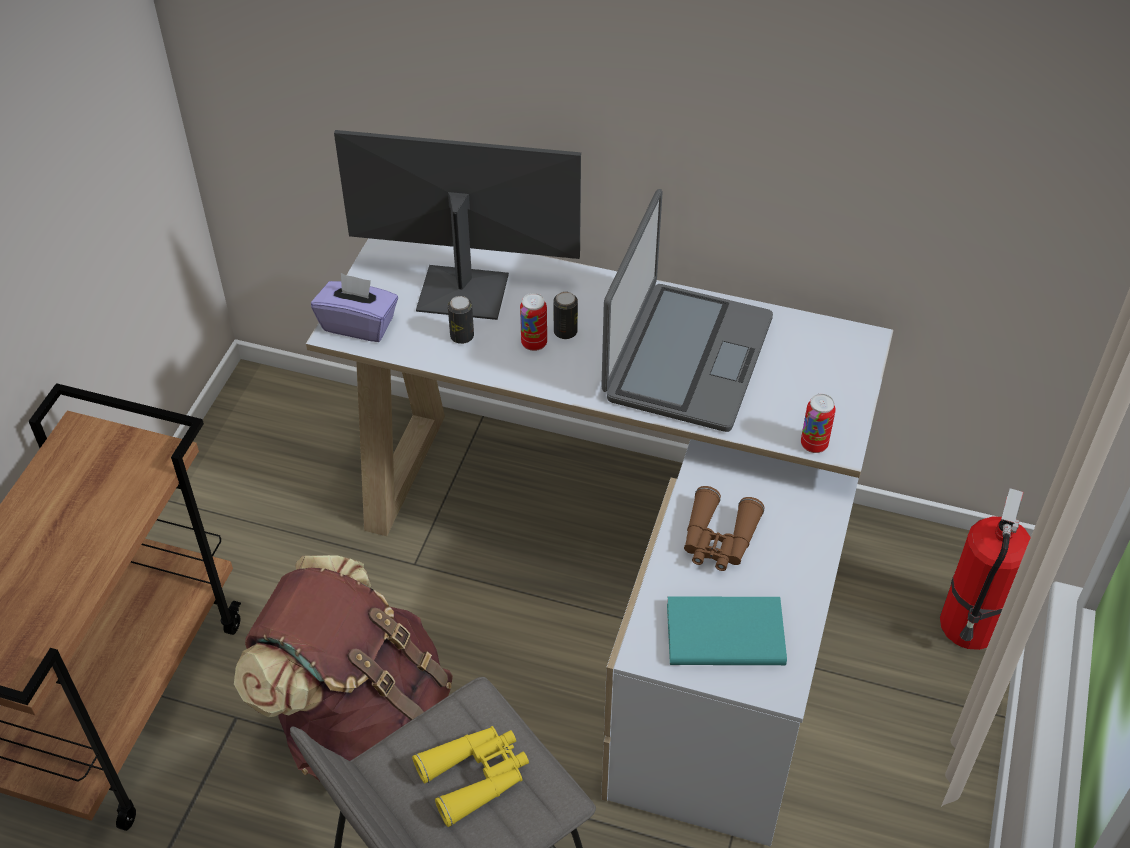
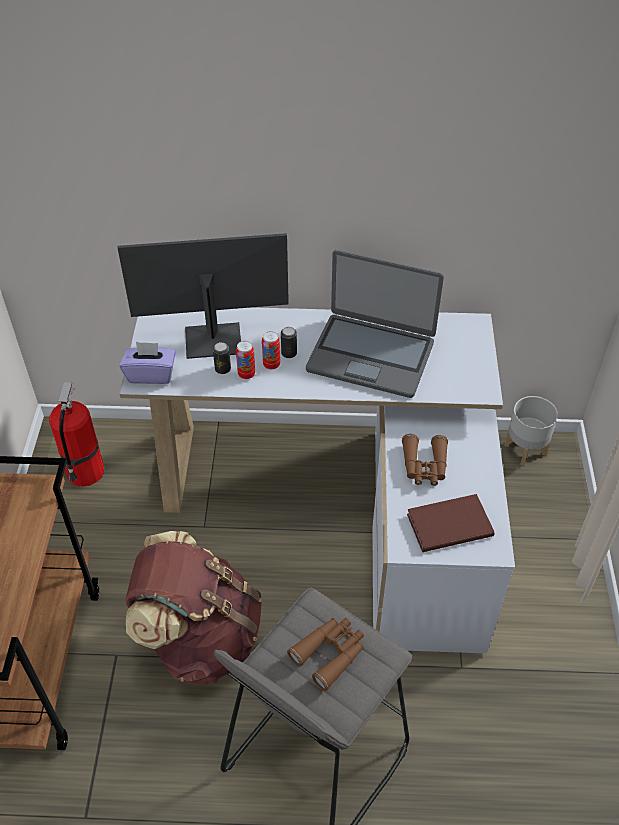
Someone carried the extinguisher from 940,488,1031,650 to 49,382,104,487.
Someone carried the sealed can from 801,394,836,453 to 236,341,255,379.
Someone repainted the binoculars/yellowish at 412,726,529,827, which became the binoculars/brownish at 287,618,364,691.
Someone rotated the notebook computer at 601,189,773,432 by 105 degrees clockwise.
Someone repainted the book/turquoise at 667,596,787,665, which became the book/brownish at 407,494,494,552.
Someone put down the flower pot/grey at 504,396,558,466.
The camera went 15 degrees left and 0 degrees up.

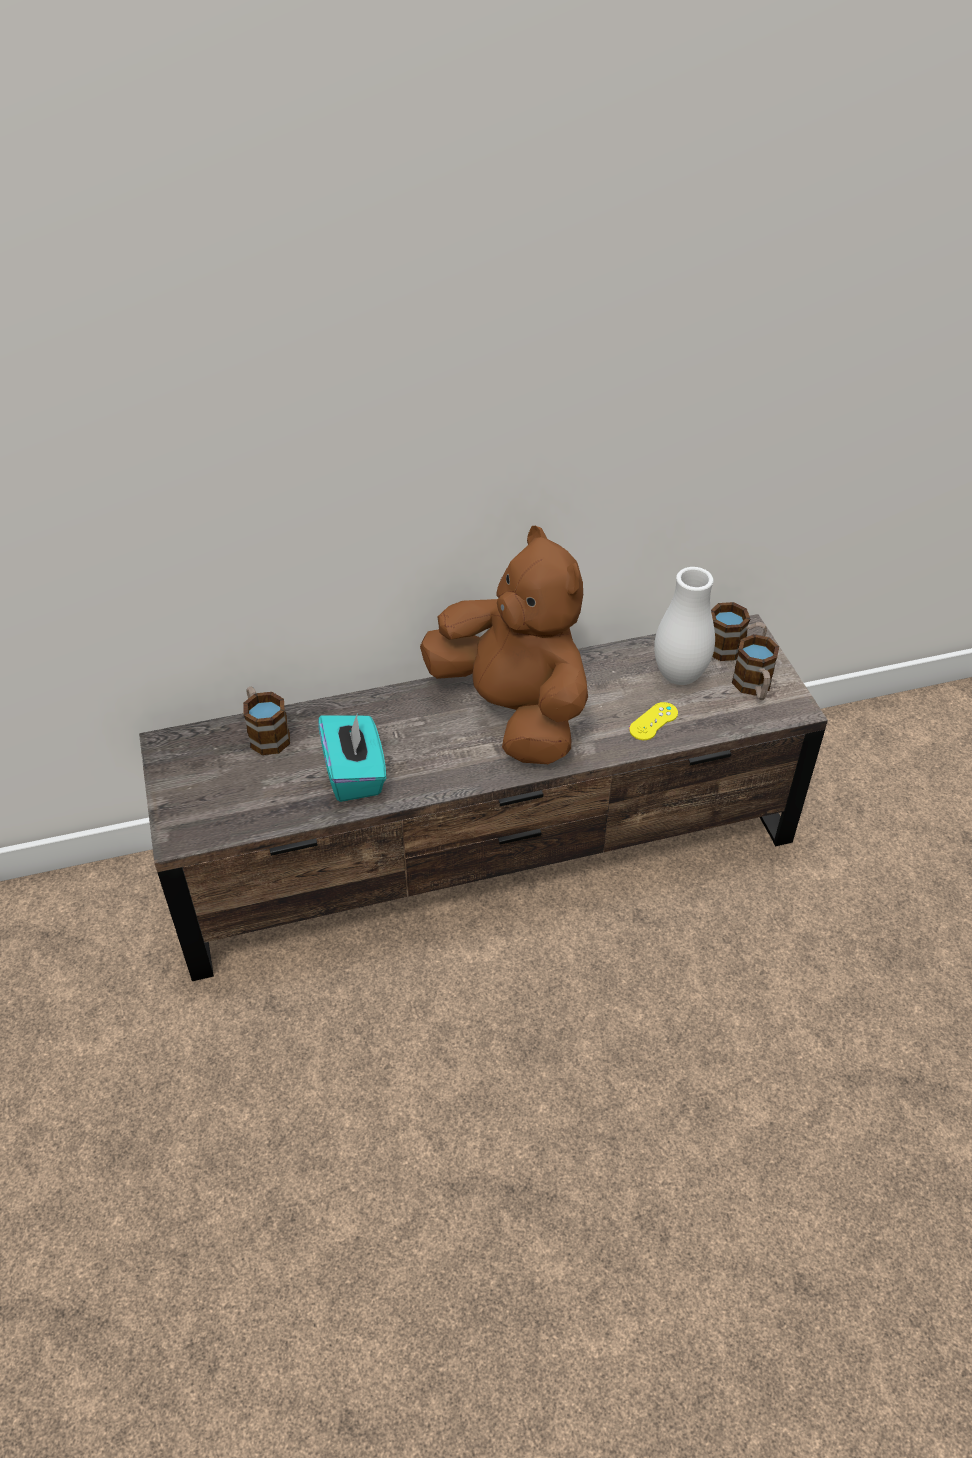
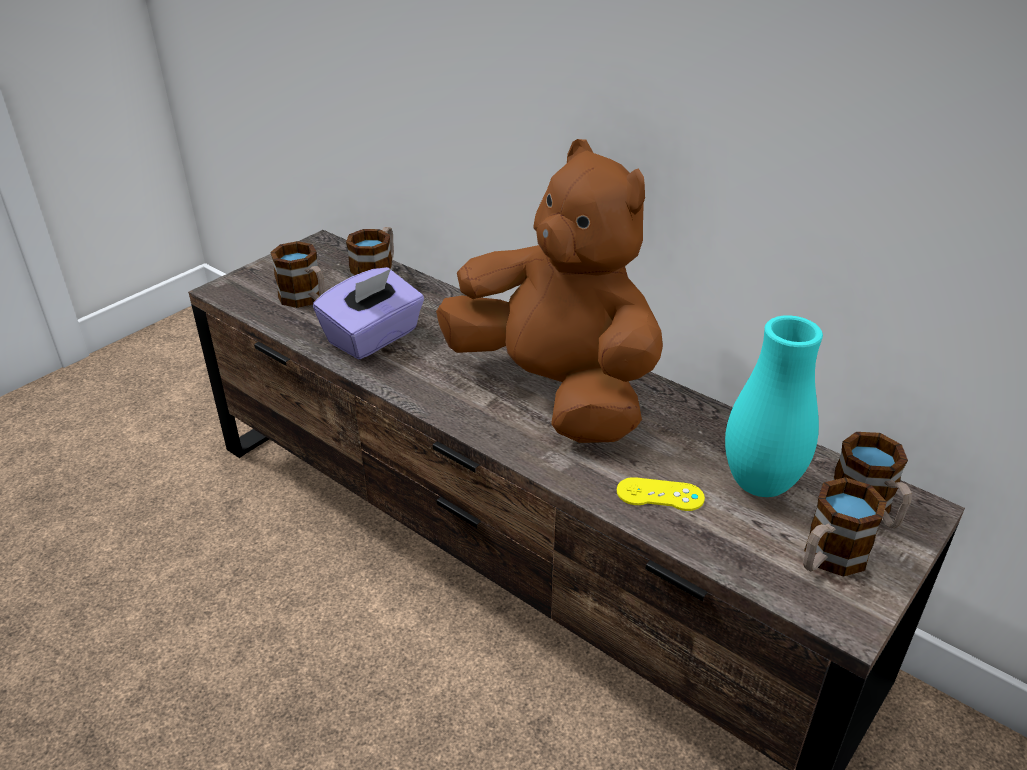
Someone put down the coffee mug at 270,241,325,308.
Someone repainted the box of tissues/turquoise at 318,712,386,802, which became the box of tissues/purplish at 313,267,424,360.
Someone rotated the soft toy/brownish at 420,526,588,764 by 60 degrees counterclockwise.
Someone repainted the flower vase/white-coloured at 654,567,715,685, which became the flower vase/turquoise at 725,315,823,497.
The camera went 55 degrees right and 10 degrees down.

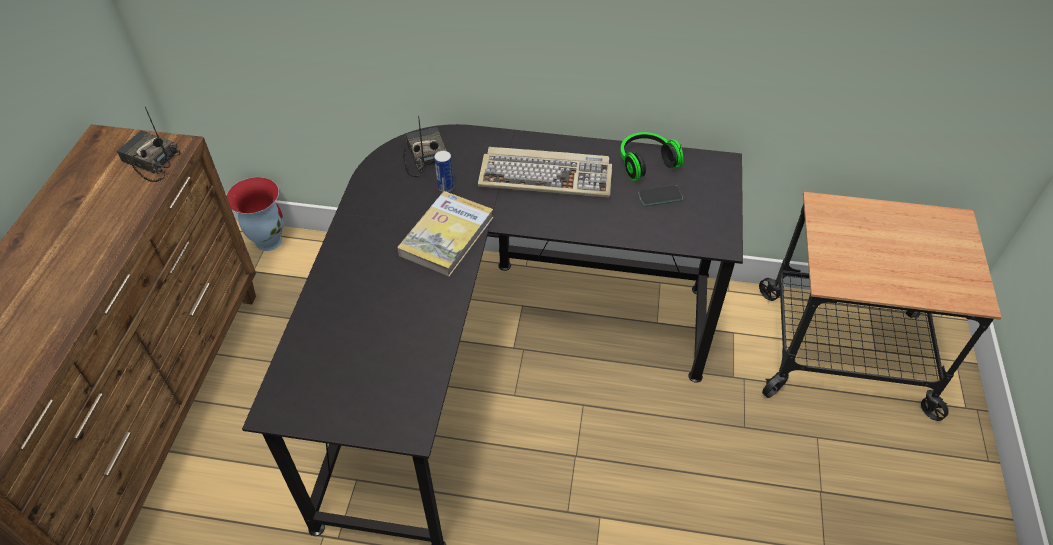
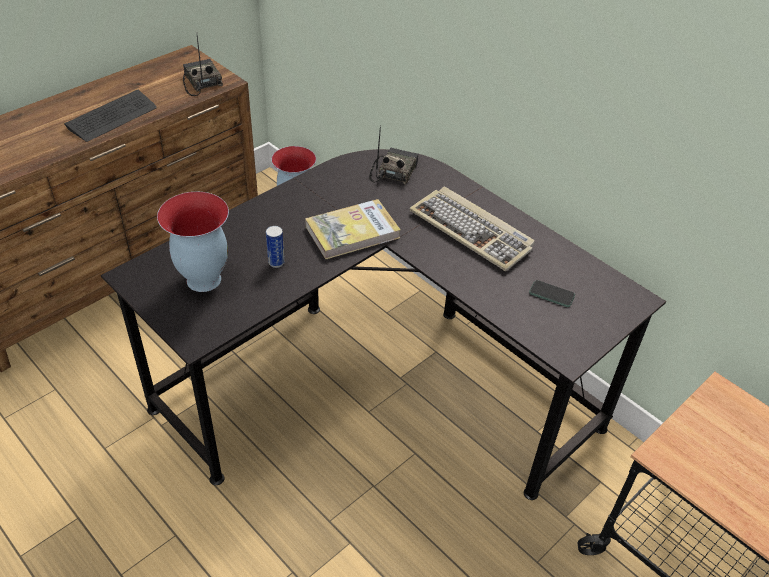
Someone put down the PC keyboard at 64,90,157,142.
Someone put down the flower vase at 157,192,229,292.
Someone carried the sealed can from 434,150,454,192 to 266,226,284,268.
Someone took away the headset at 620,132,684,181.
The camera went 35 degrees right and 5 degrees down.

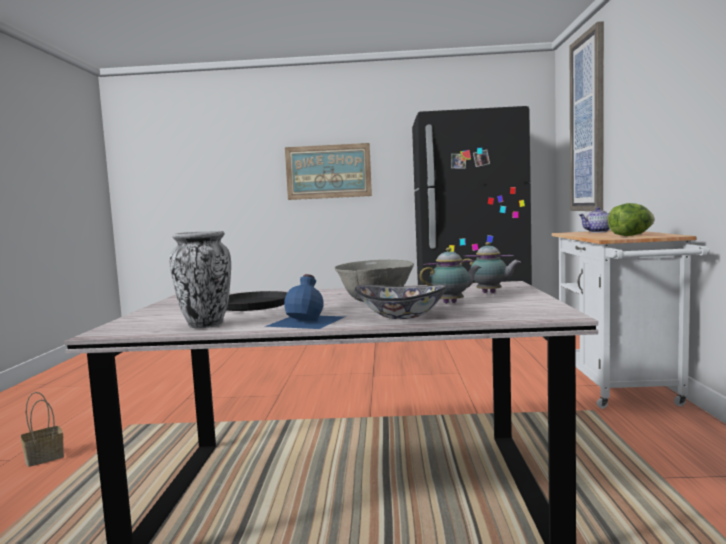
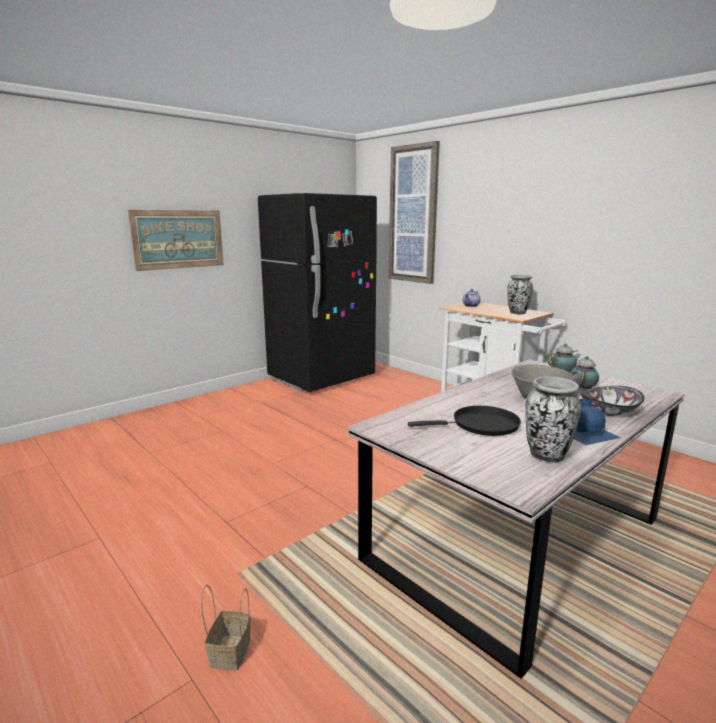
Someone swapped the lettuce at 608,203,655,236 for the flower vase at 507,275,533,314.
The camera went 45 degrees left and 10 degrees up.

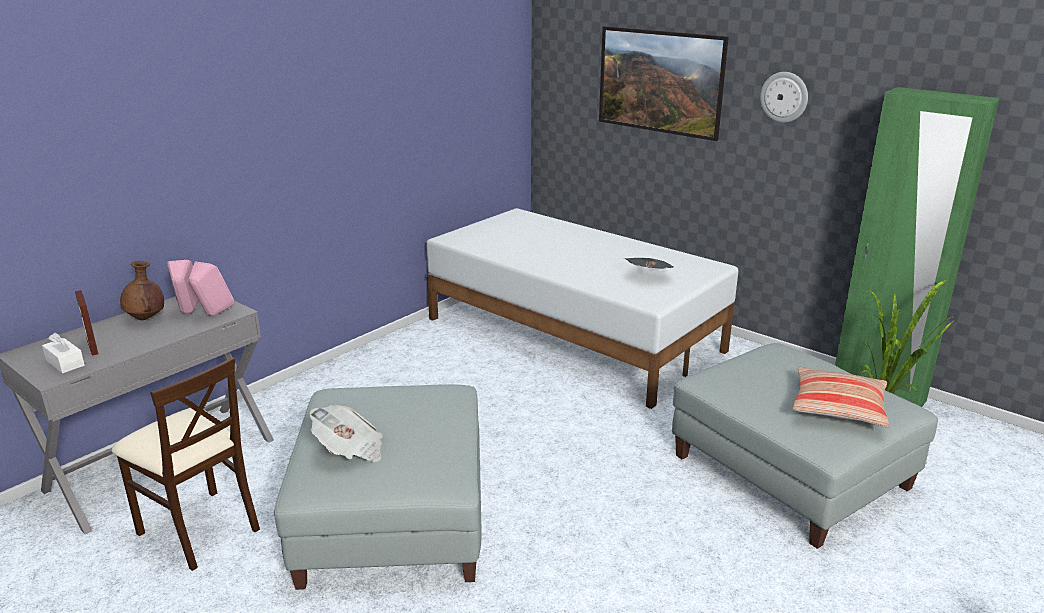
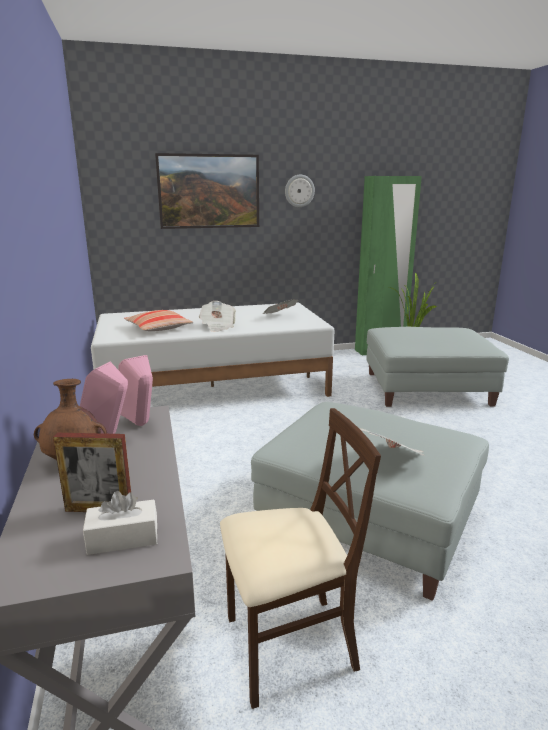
Someone carried the cushion from 792,367,890,428 to 124,310,194,331.
Someone put down the daily paper at 199,301,236,332.
The camera went 55 degrees left and 5 degrees down.

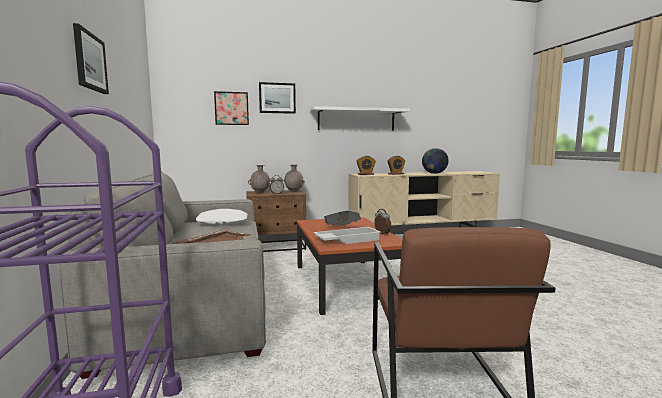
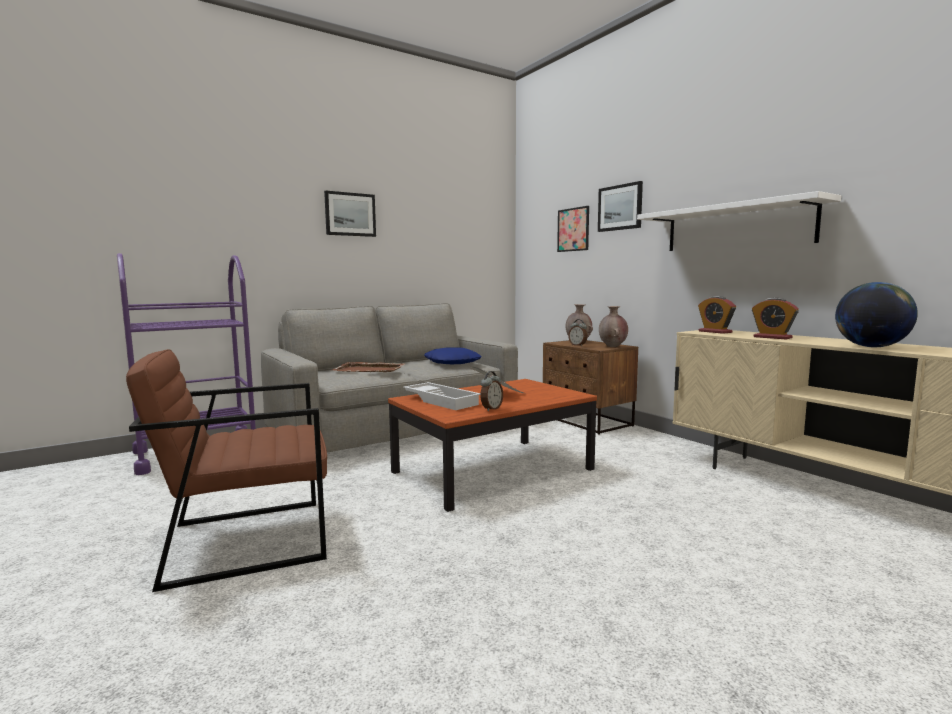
Someone repainted the cushion/white-coloured at 196,209,248,226, which became the cushion/blue-coloured at 424,347,482,364.
The camera went 70 degrees right and 0 degrees up.

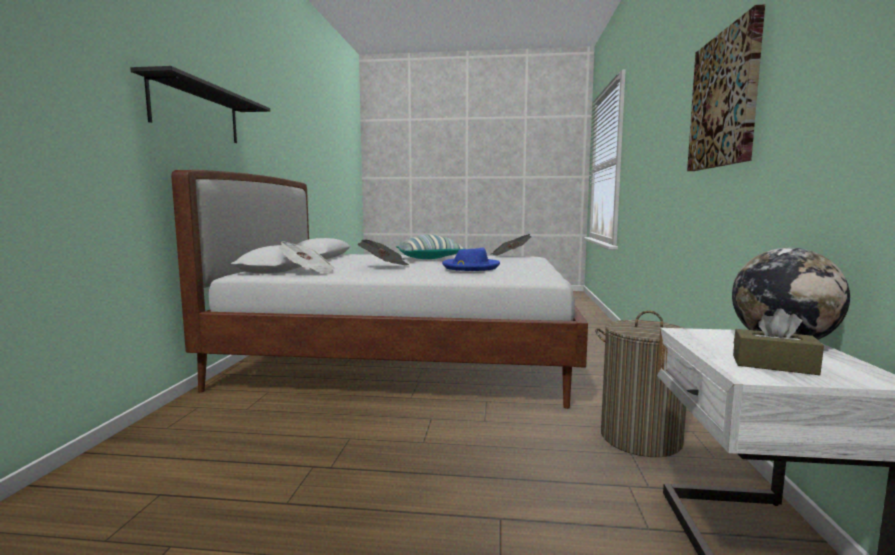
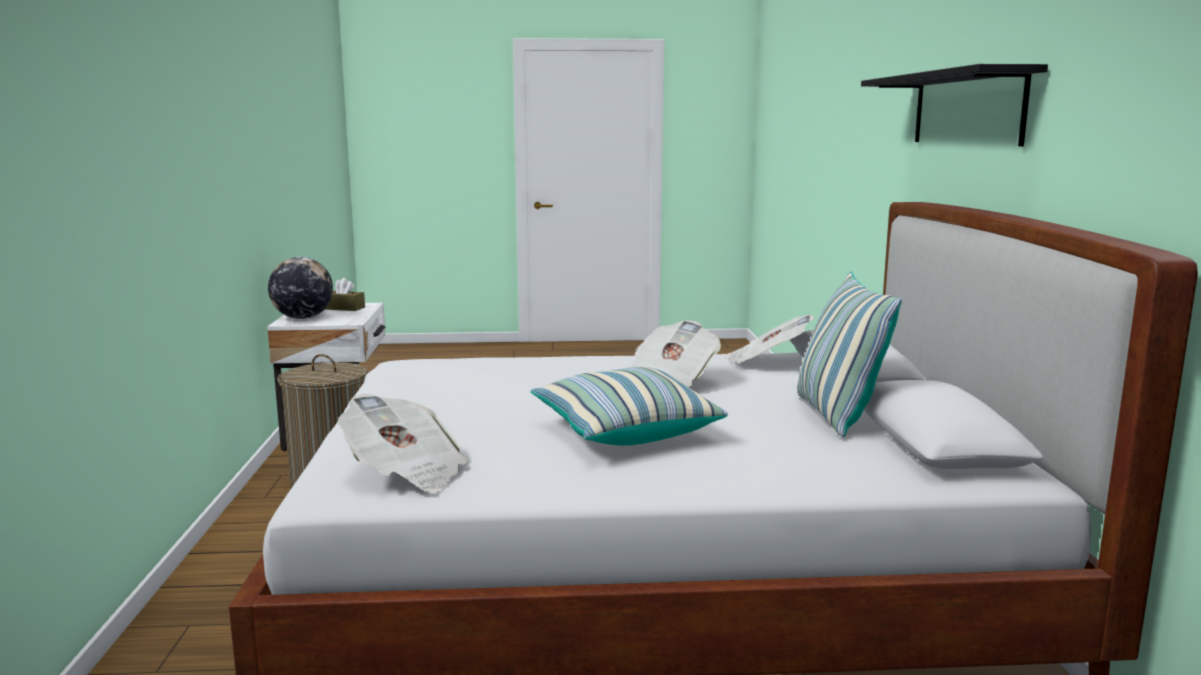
Someone put down the cushion at 797,272,902,437.
Someone took away the clothing hat/blue-coloured at 442,248,500,271.
Someone took away the wall picture at 687,5,765,171.
The camera went 170 degrees right and 5 degrees up.

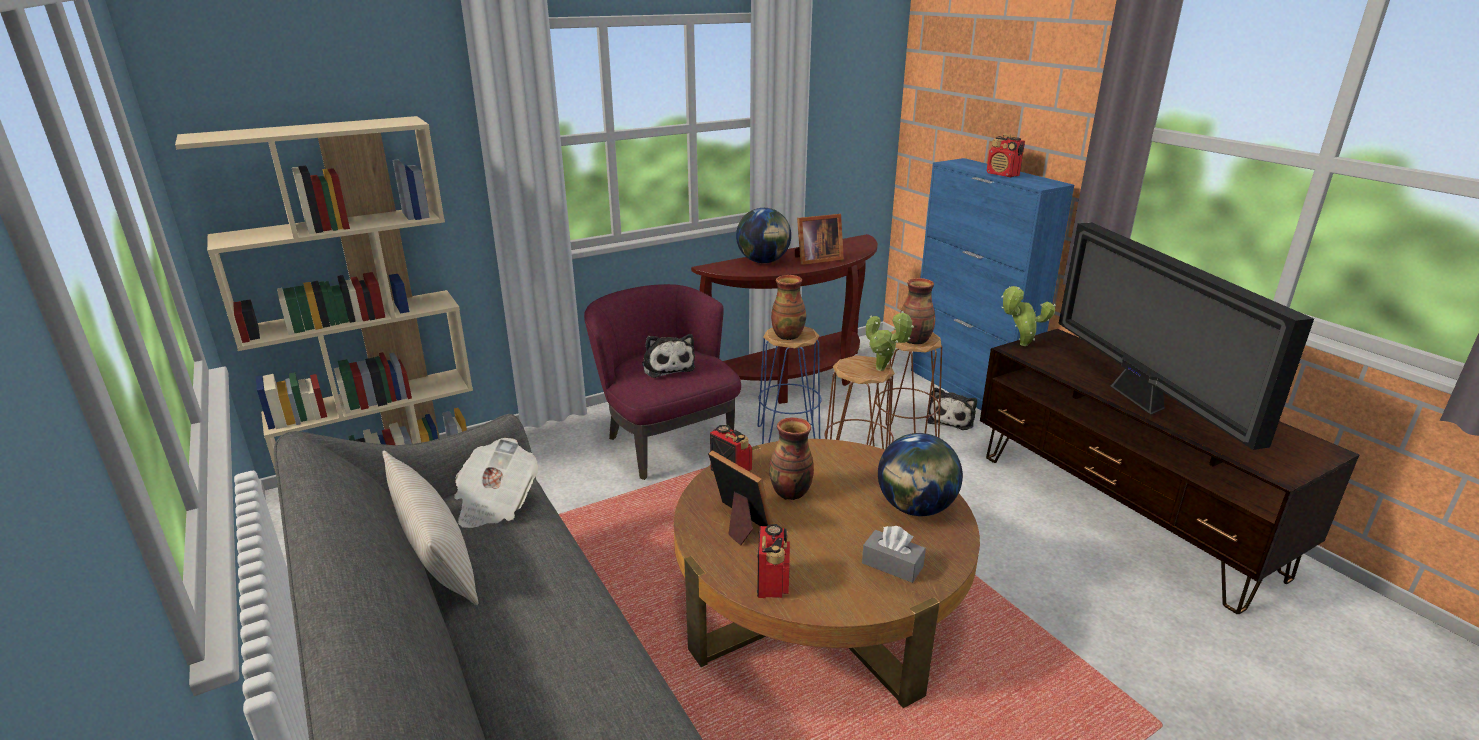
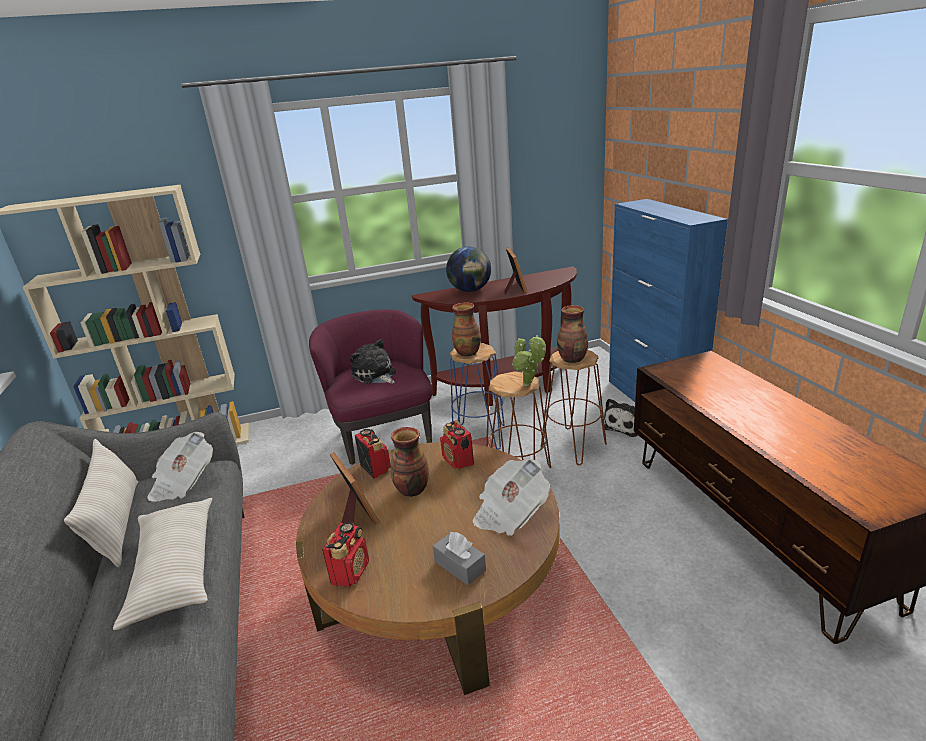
Someone put down the cushion/beige at 113,498,212,630.
Someone rotated the soft toy at 642,334,695,378 by 150 degrees clockwise.
Someone carried the radio from 987,133,1025,177 to 440,420,474,469.
Someone swapped the world globe at 878,433,963,516 for the daily paper at 472,459,550,536.
Someone rotated the standing frame at 795,214,844,265 by 90 degrees counterclockwise.
Someone took away the plant in a pot at 1002,286,1056,346.
Someone took away the television at 1058,222,1314,450.
The camera went 15 degrees right and 0 degrees up.

